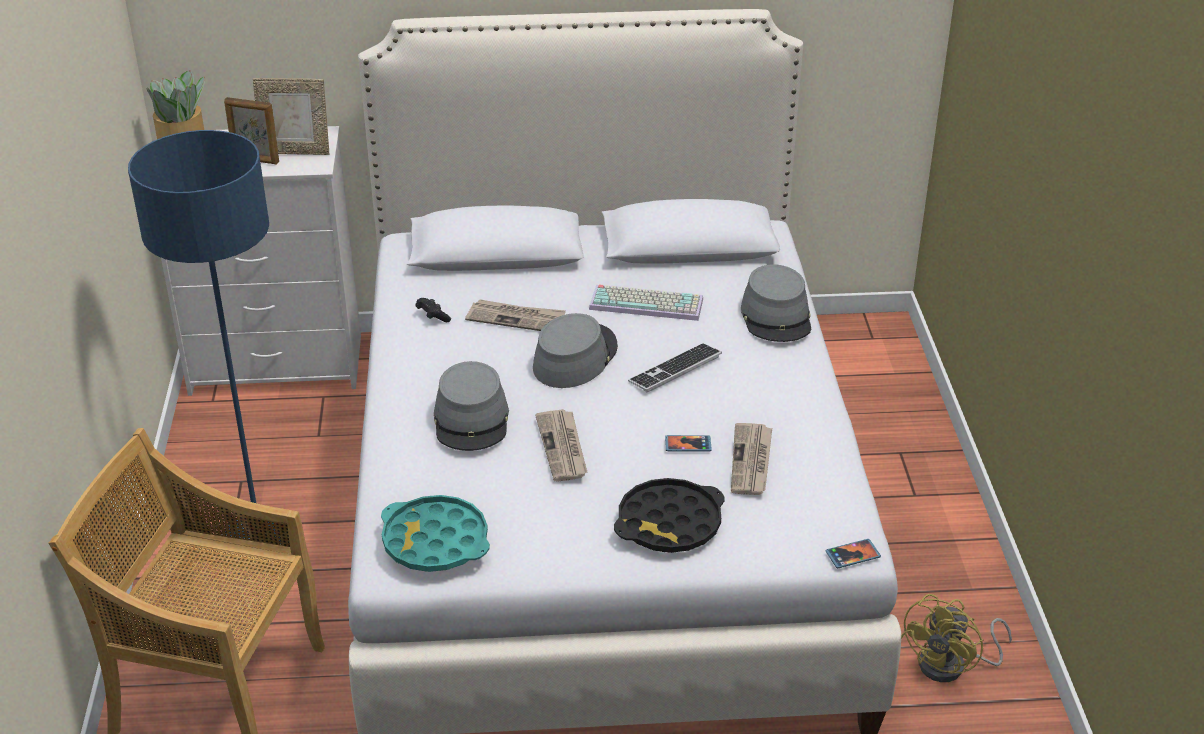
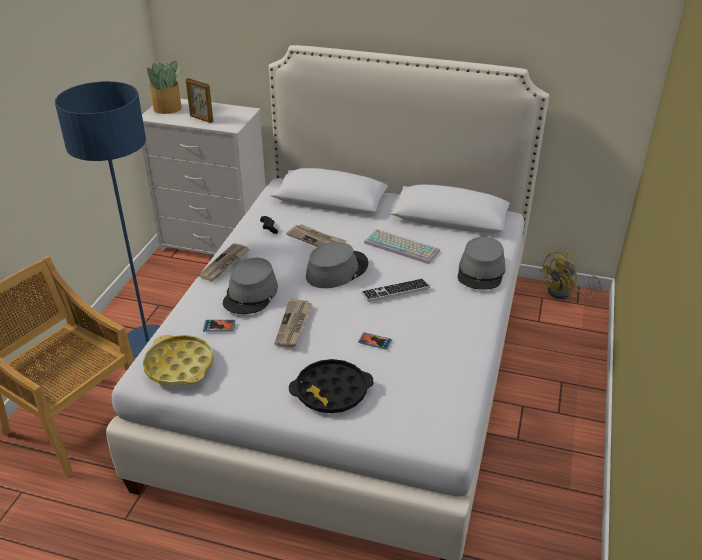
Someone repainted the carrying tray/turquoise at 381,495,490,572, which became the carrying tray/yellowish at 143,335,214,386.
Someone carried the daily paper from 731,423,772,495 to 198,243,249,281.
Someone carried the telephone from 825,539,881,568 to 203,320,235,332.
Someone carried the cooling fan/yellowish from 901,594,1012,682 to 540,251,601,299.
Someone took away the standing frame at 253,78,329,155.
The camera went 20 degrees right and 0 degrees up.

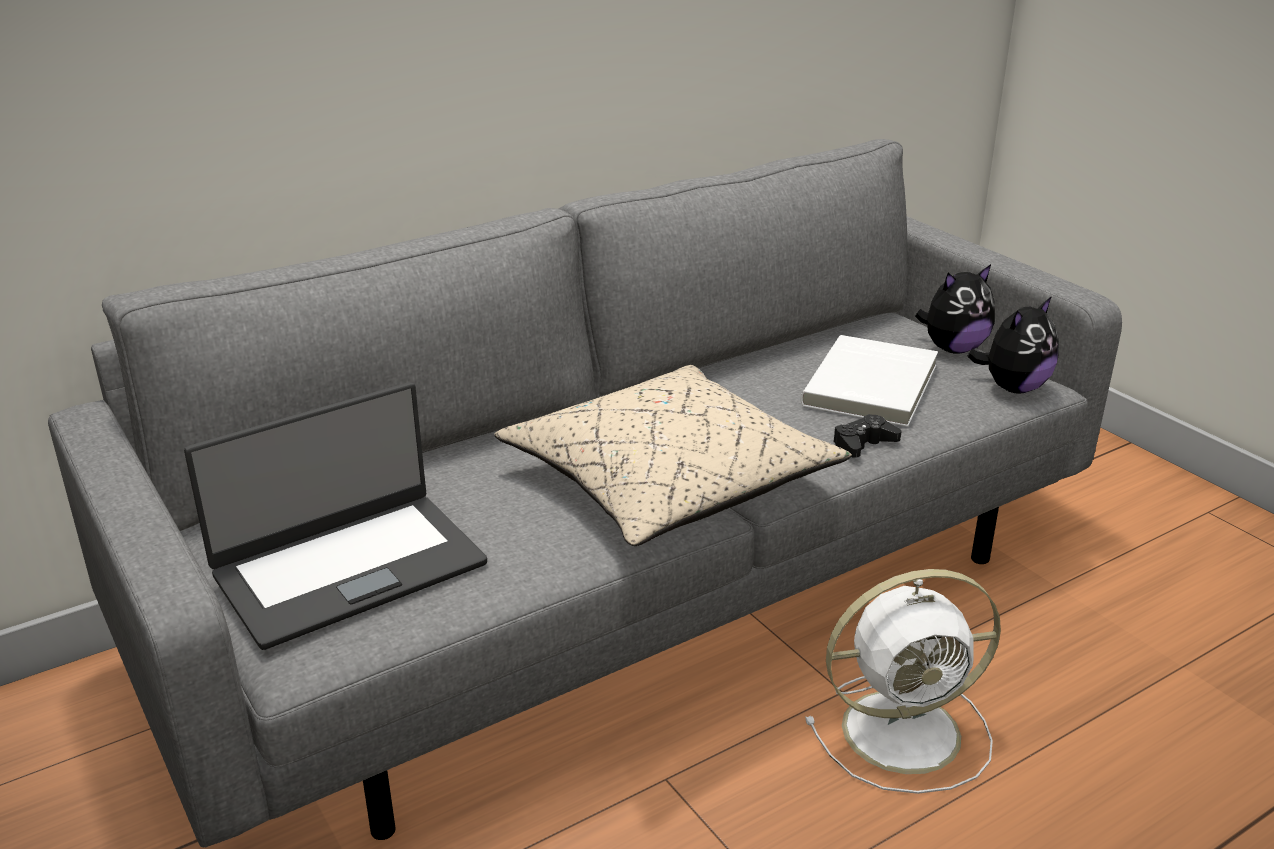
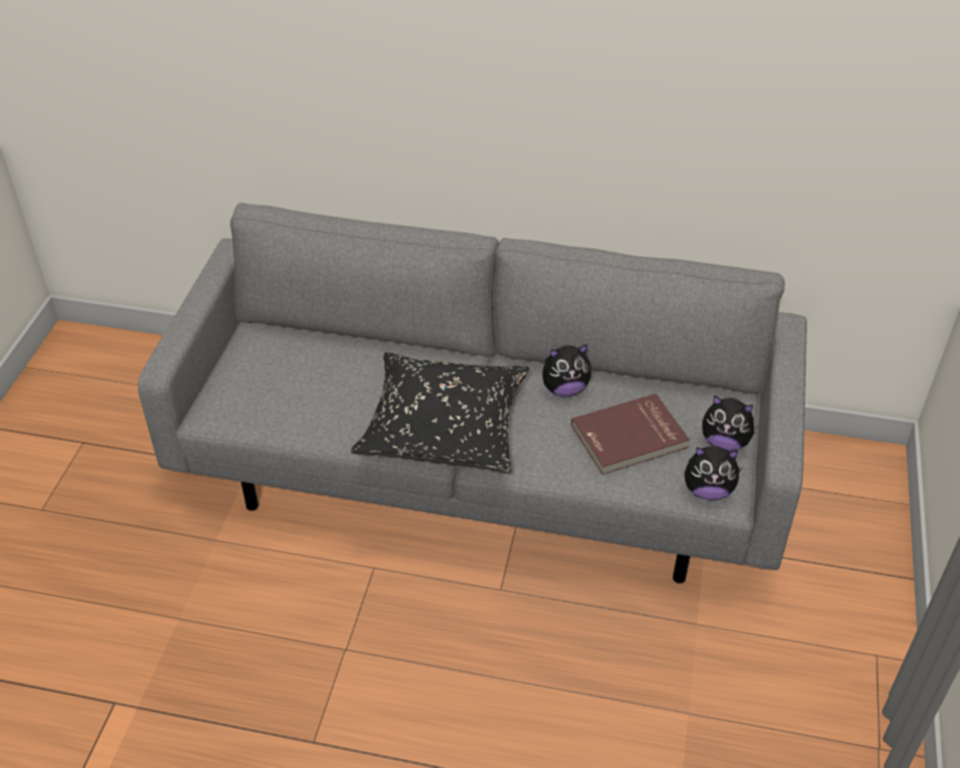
Someone repainted the cushion/beige at 494,365,852,546, which became the cushion/black at 351,352,529,473.
Someone put down the soft toy at 543,344,591,397.
Someone repainted the book/white-coloured at 800,335,938,427, which became the book/red-coloured at 571,394,689,475.
Someone took away the notebook computer at 184,382,487,650.
Someone took away the cooling fan/white-coloured at 805,569,1001,794.
Someone took away the gamepad/black at 833,414,902,458.
The camera went 45 degrees right and 15 degrees up.

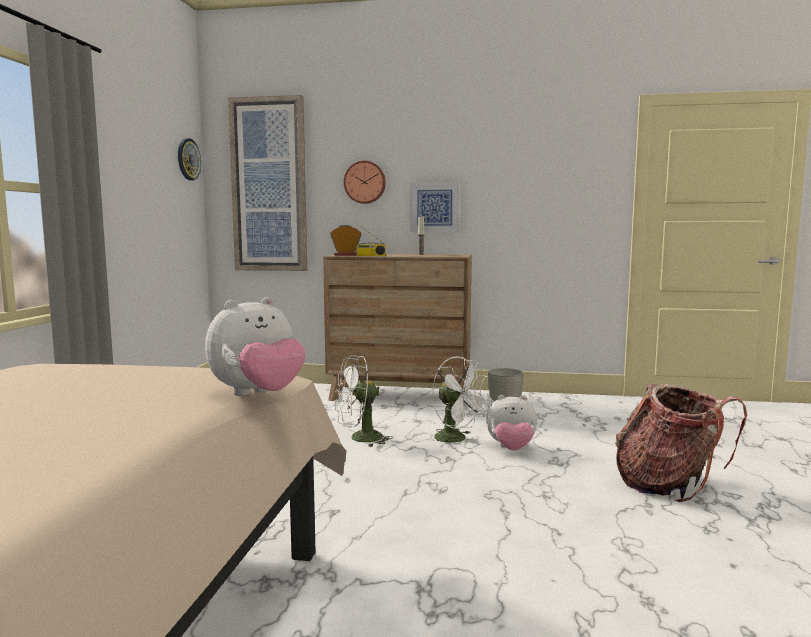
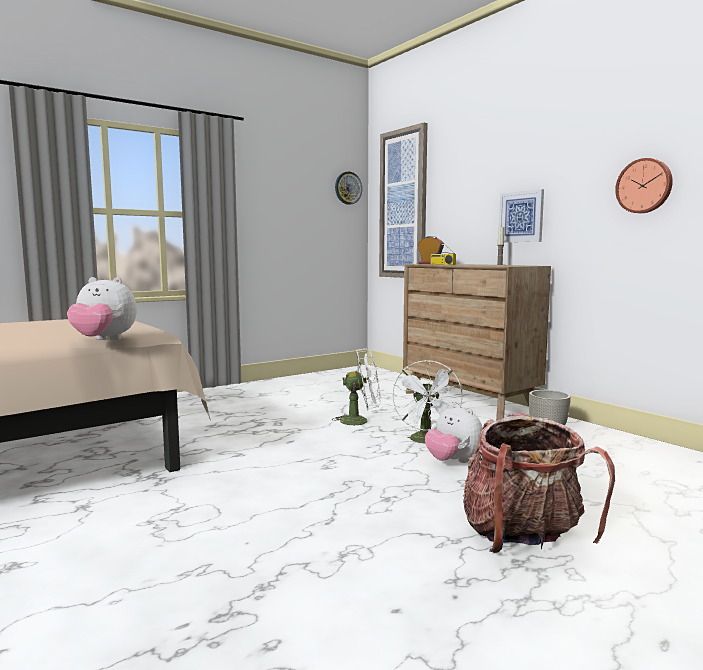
Someone rotated the cooling fan/white-coloured at 335,355,394,447 by 150 degrees clockwise.
Someone carried the hanging clock from 344,161,386,204 to 615,158,673,213.
The camera went 45 degrees right and 0 degrees up.

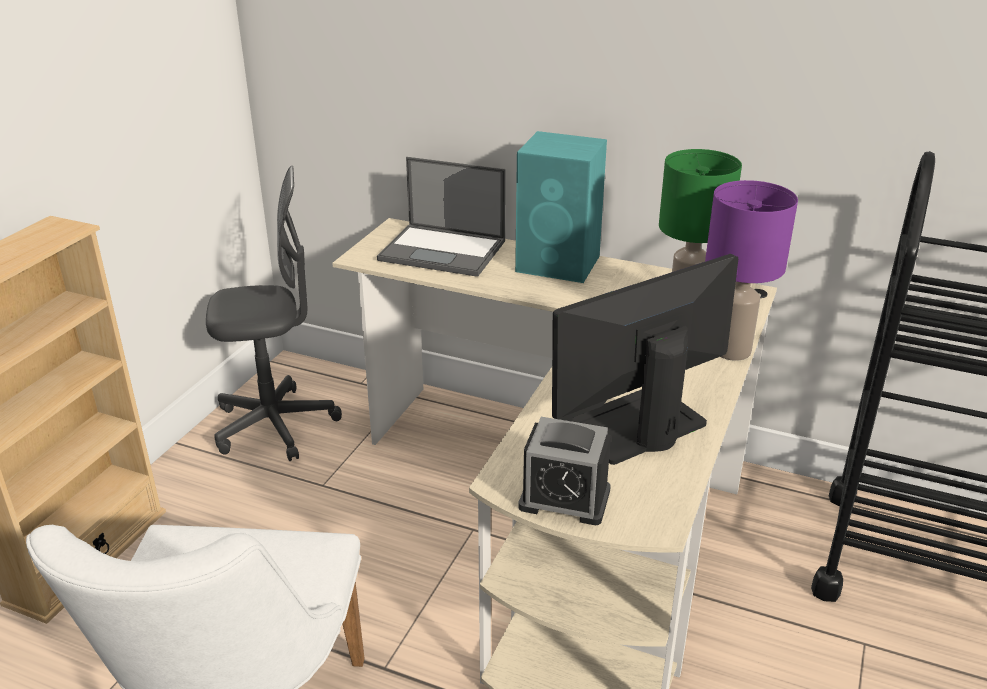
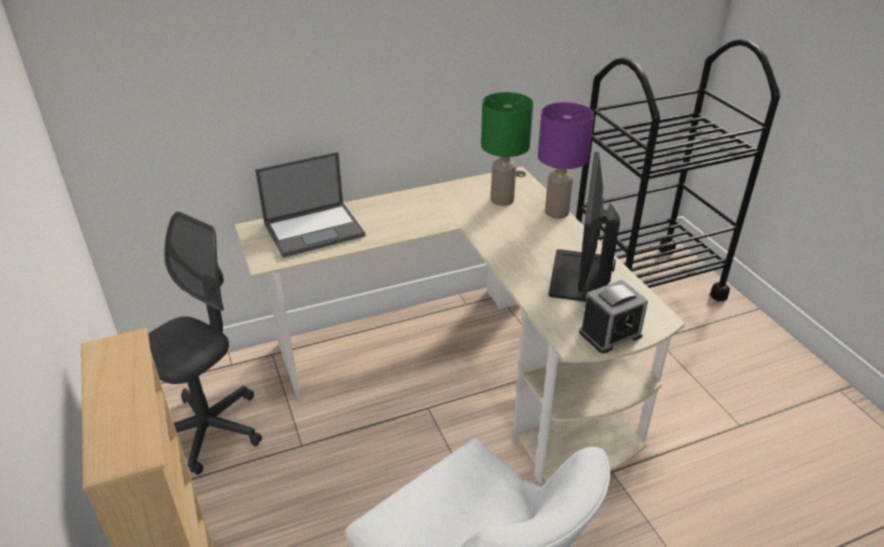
Someone took away the loudspeaker/turquoise at 515,131,607,283.
The camera went 45 degrees left and 5 degrees up.

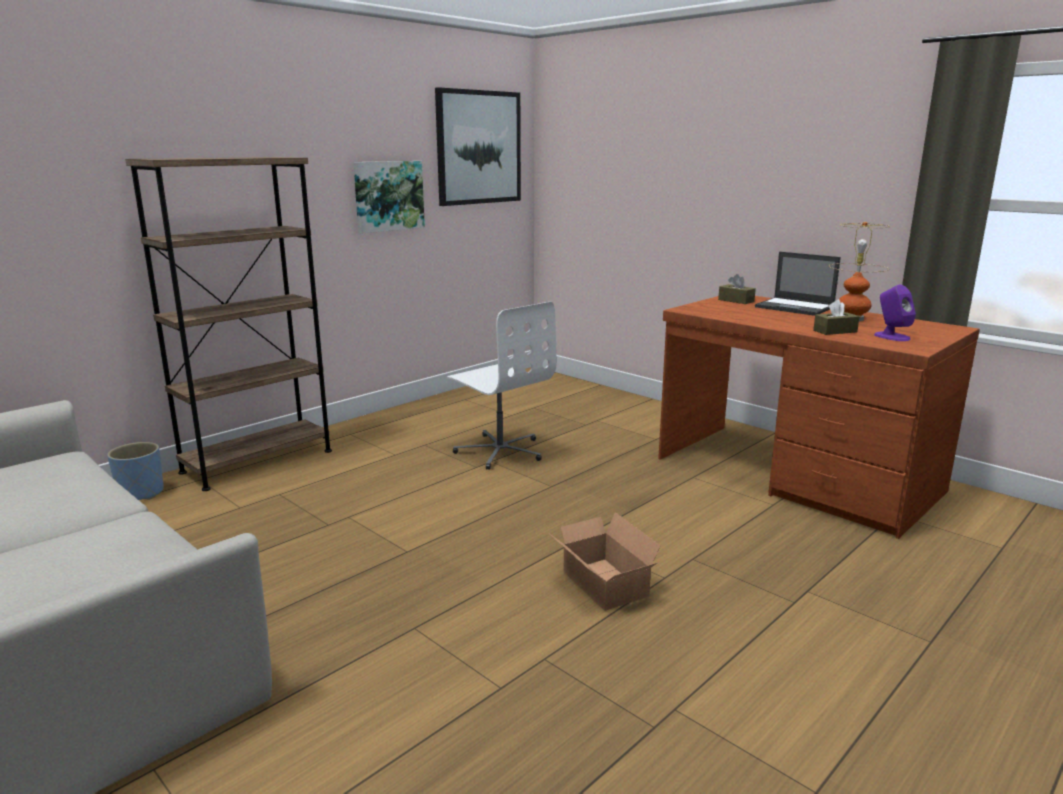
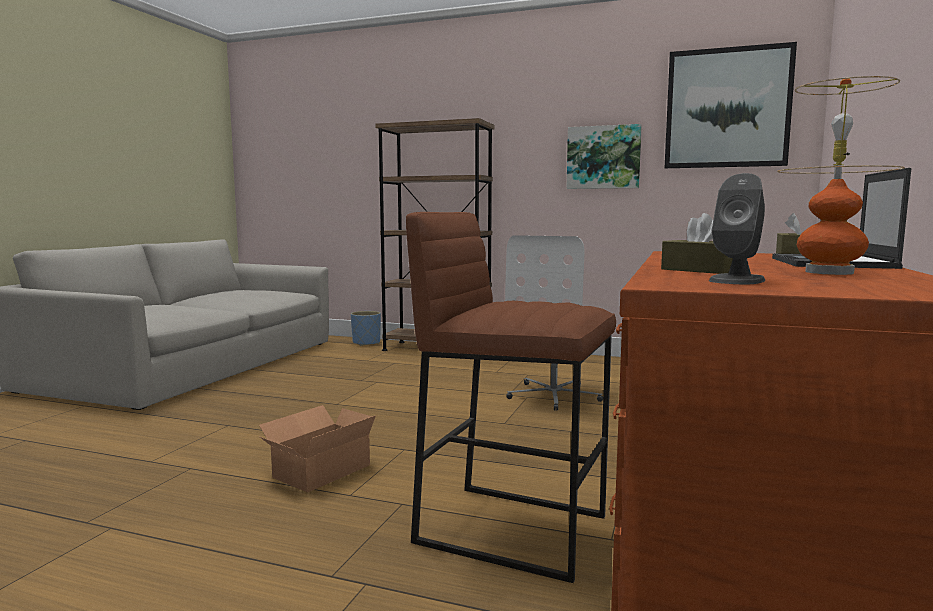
Someone put down the stool seat/brownish at 406,212,616,583.
Someone repainted the loudspeaker/purplish at 874,285,916,341, which became the loudspeaker/grey at 709,173,765,284.
The camera went 65 degrees right and 10 degrees down.

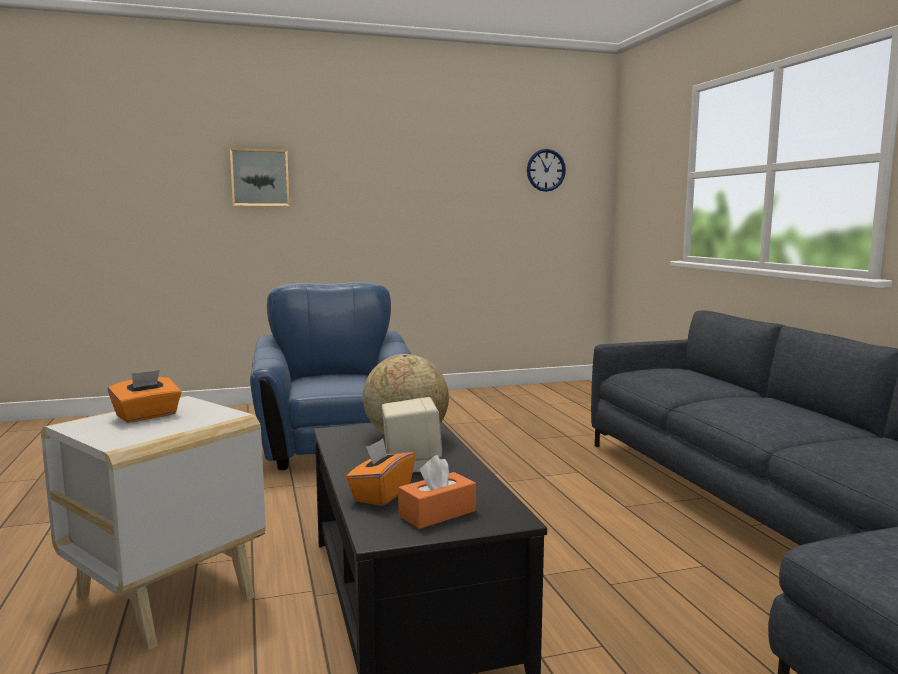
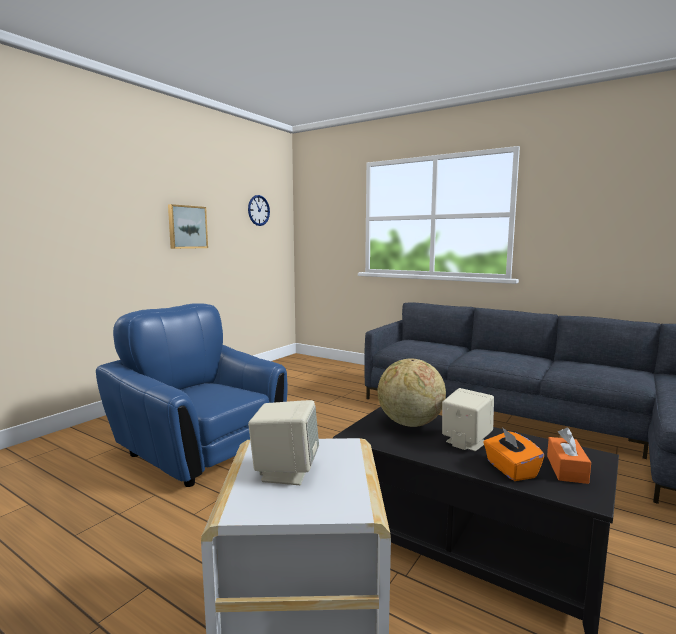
Someone carried the wall picture from 230,148,289,206 to 168,204,208,249.
Someone swapped the box of tissues/orange-coloured at 108,370,182,423 for the loudspeaker/beige at 248,400,319,485.
The camera went 40 degrees left and 0 degrees up.

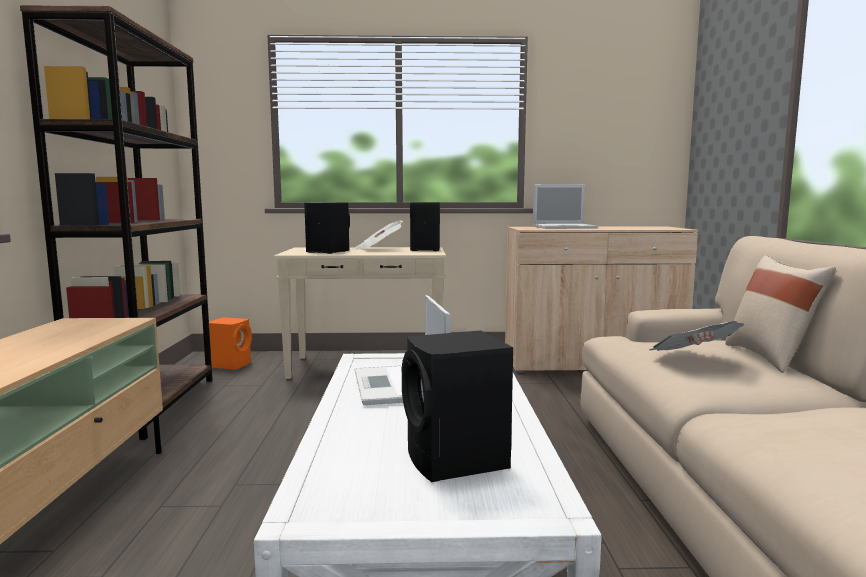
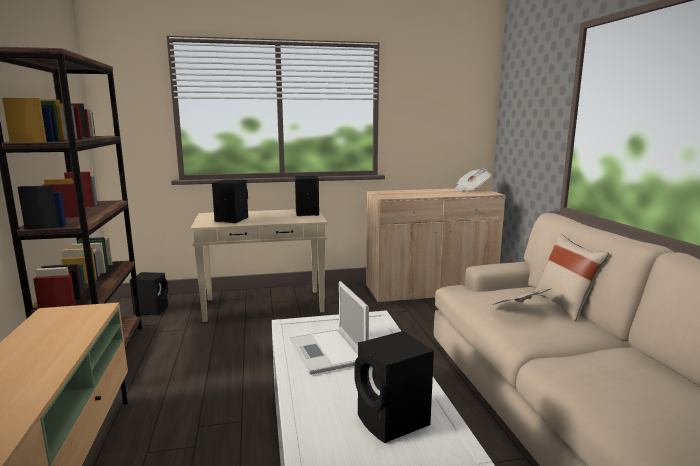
Someone repainted the loudspeaker/orange-coloured at 209,317,252,370, which became the loudspeaker/black at 130,272,168,315.
Someone carried the daily paper from 353,221,403,250 to 453,168,491,191.
Someone took away the notebook computer at 533,184,598,229.
The camera went 10 degrees left and 5 degrees up.

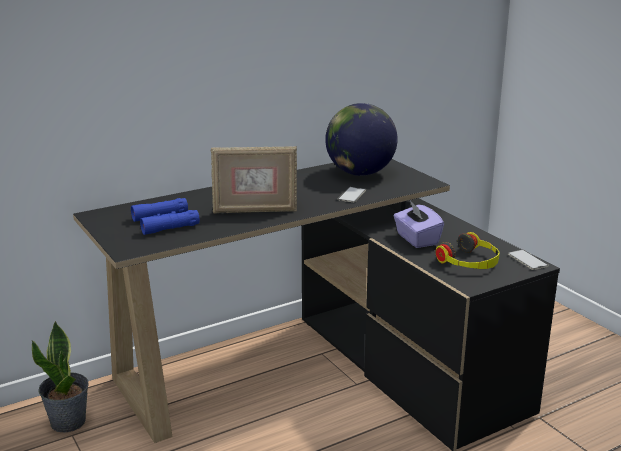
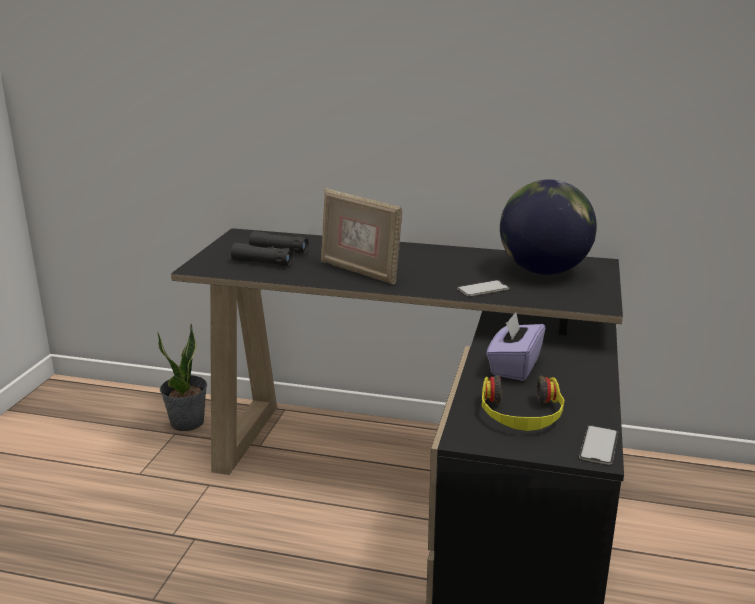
Someone repainted the binoculars/blue-coloured at 131,198,200,235, which became the binoculars/black at 231,231,309,266.
The camera went 45 degrees right and 0 degrees up.

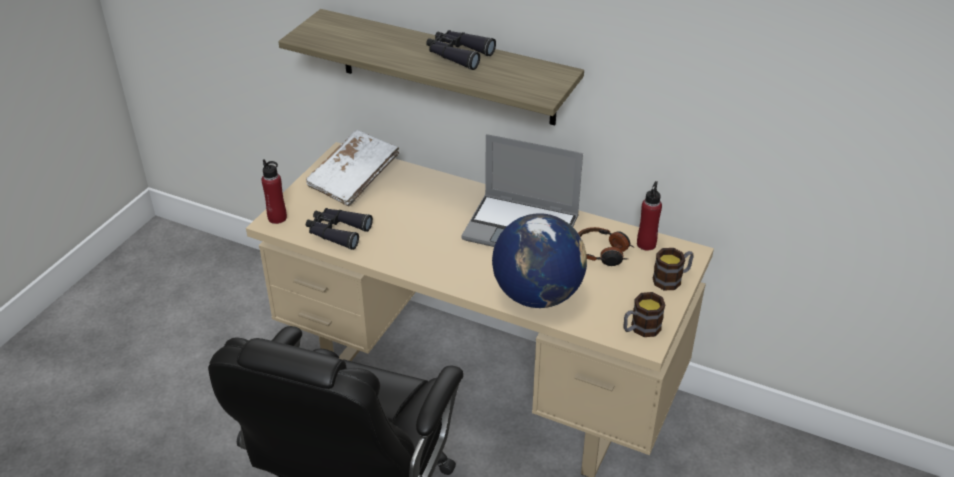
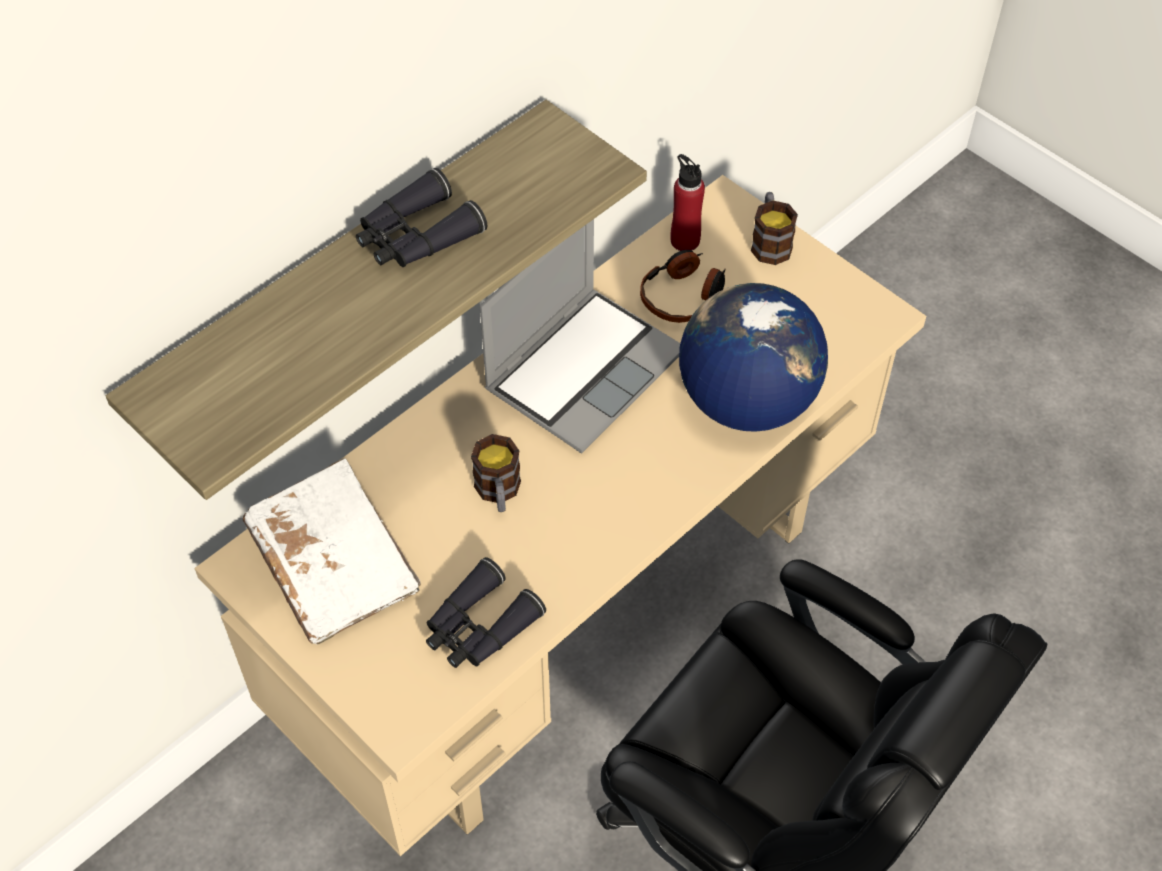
Someone carried the coffee mug from 623,292,665,337 to 471,434,521,512.
Someone took away the drink bottle/red-coloured at 261,159,287,224.
The camera went 70 degrees left and 15 degrees up.

